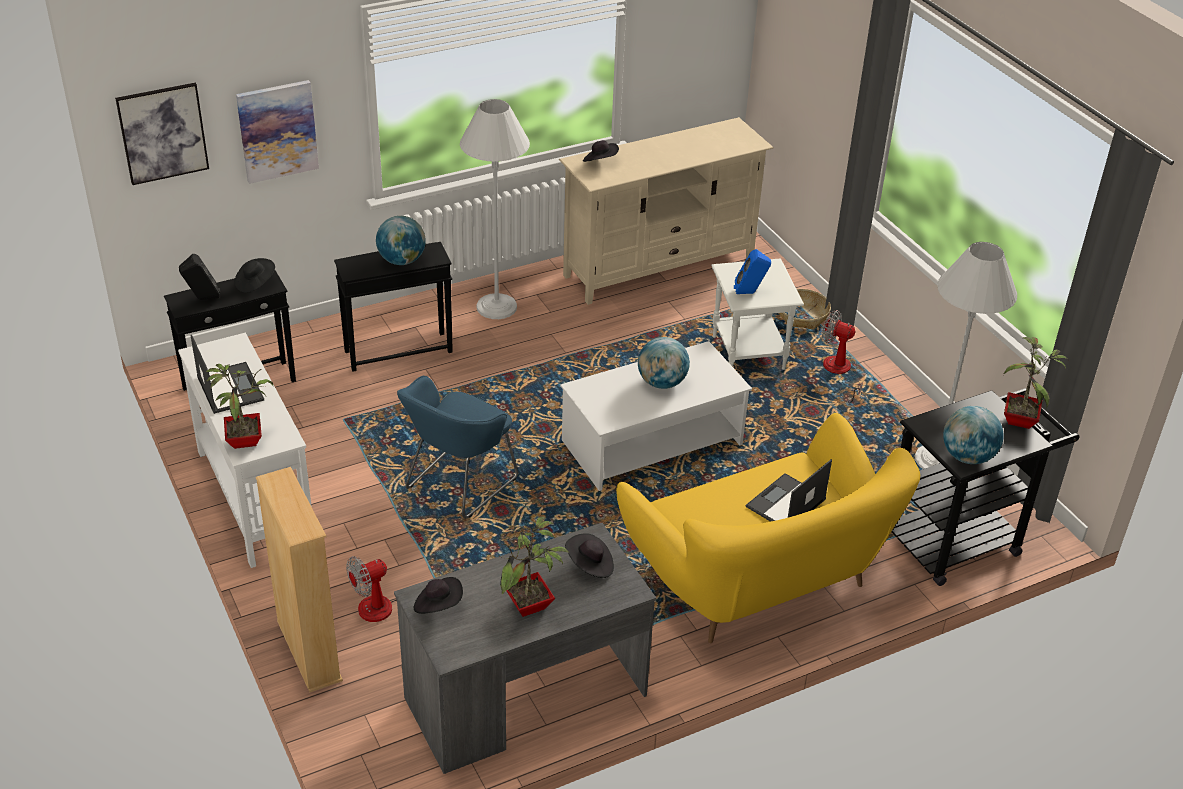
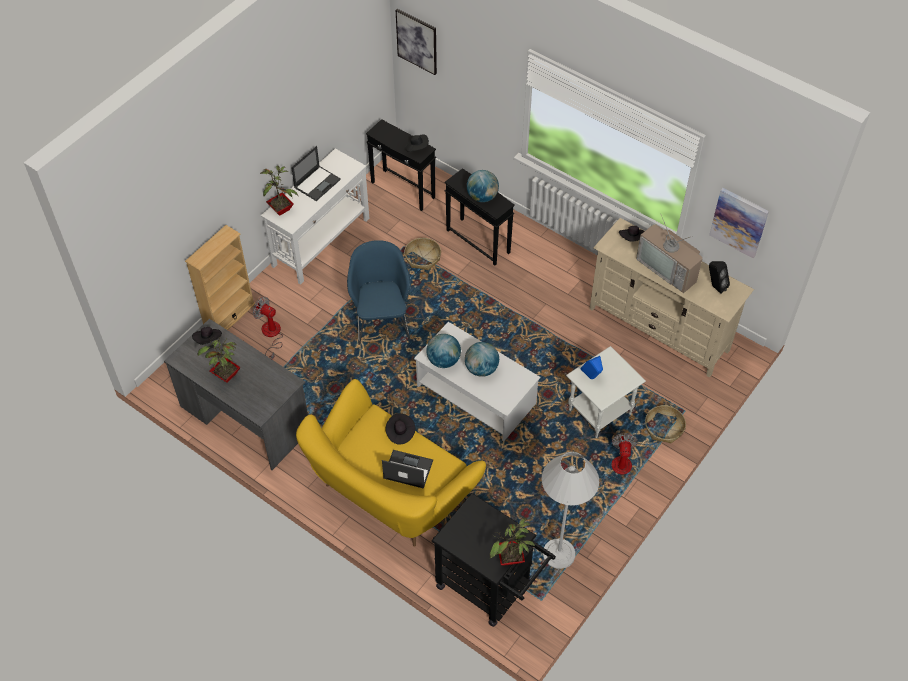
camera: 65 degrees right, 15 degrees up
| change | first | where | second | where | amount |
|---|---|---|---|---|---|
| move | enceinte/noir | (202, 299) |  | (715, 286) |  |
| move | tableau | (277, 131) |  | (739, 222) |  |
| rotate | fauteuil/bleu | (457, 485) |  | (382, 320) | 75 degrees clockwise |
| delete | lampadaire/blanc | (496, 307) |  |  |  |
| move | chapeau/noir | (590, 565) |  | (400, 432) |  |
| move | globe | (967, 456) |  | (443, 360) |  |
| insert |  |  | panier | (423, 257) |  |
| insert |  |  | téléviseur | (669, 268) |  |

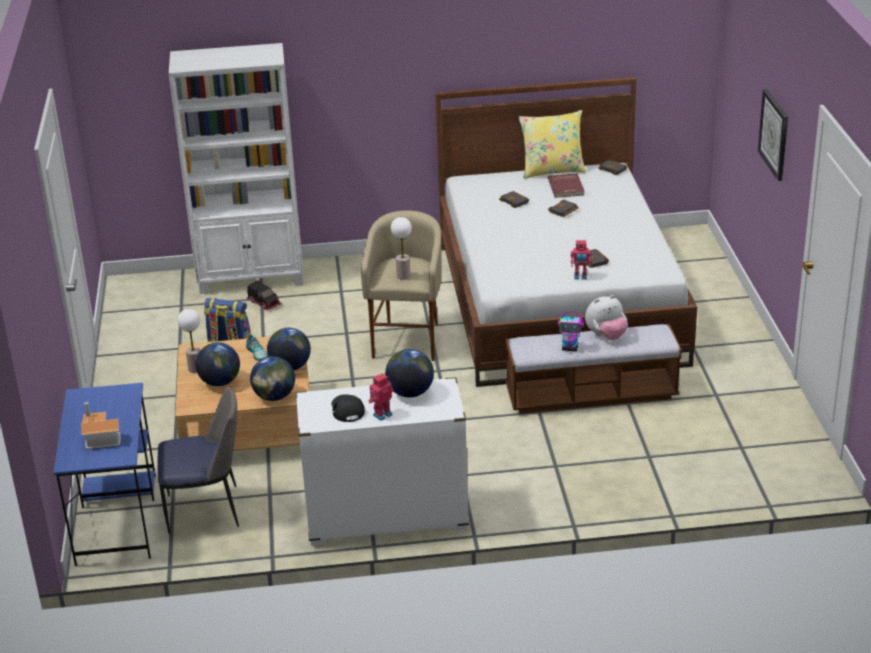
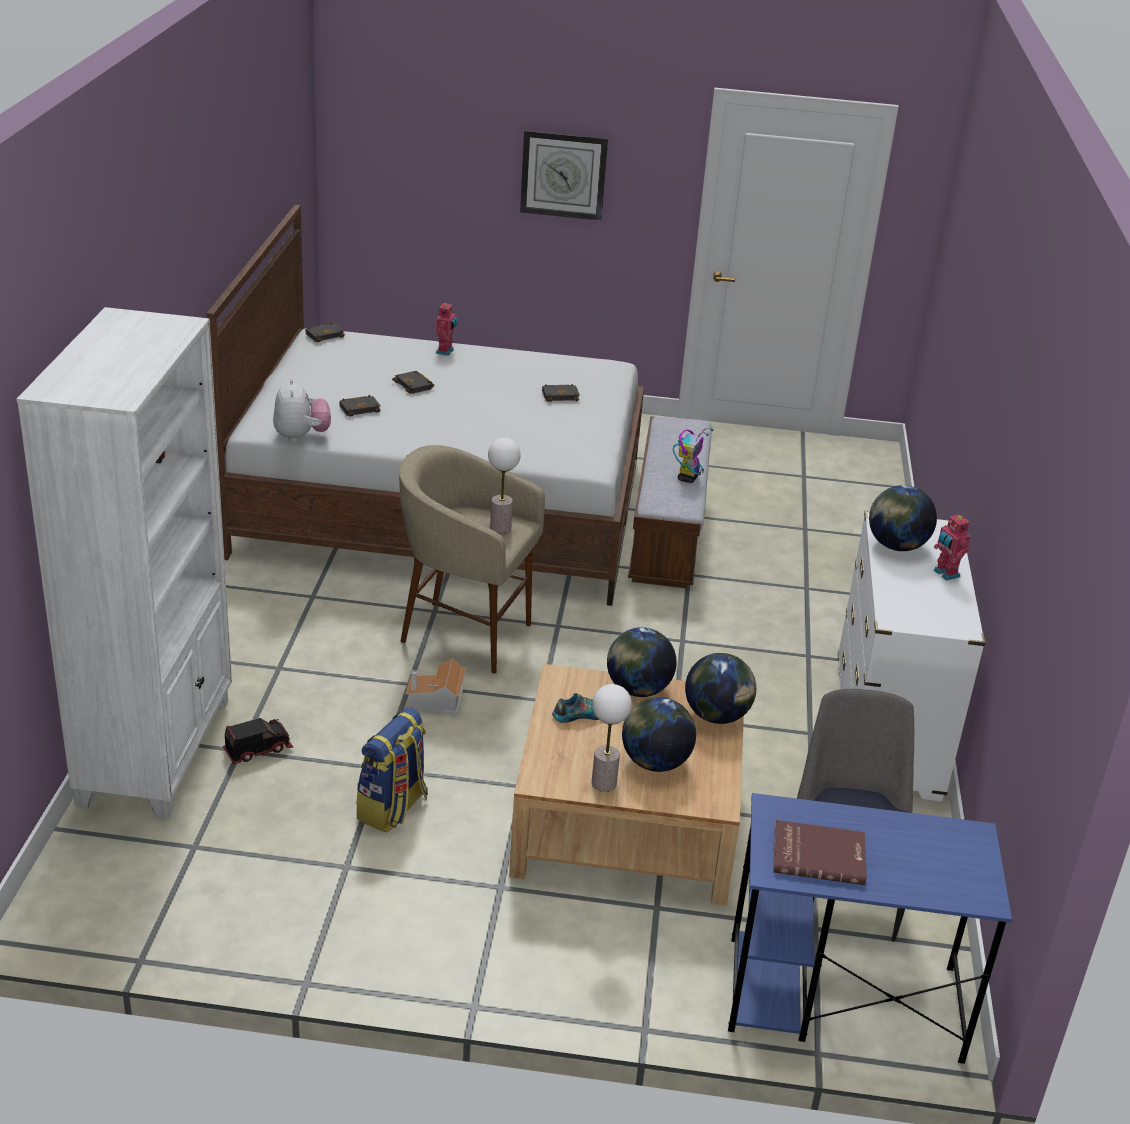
camera: 80 degrees left, 0 degrees up
| change | first | where | second | where | amount |
|---|---|---|---|---|---|
| move | maison miniature | (100, 437) |  | (437, 700) |  |
| delete | casquette/noir | (347, 409) |  |  |  |
| delete | coussin/jaune | (552, 171) |  |  |  |
| move | livre/rouge | (566, 187) |  | (818, 855) |  |
| move | robot jouet | (580, 277) |  | (446, 351) |  |
| move | peluche | (606, 336) |  | (301, 437) |  |

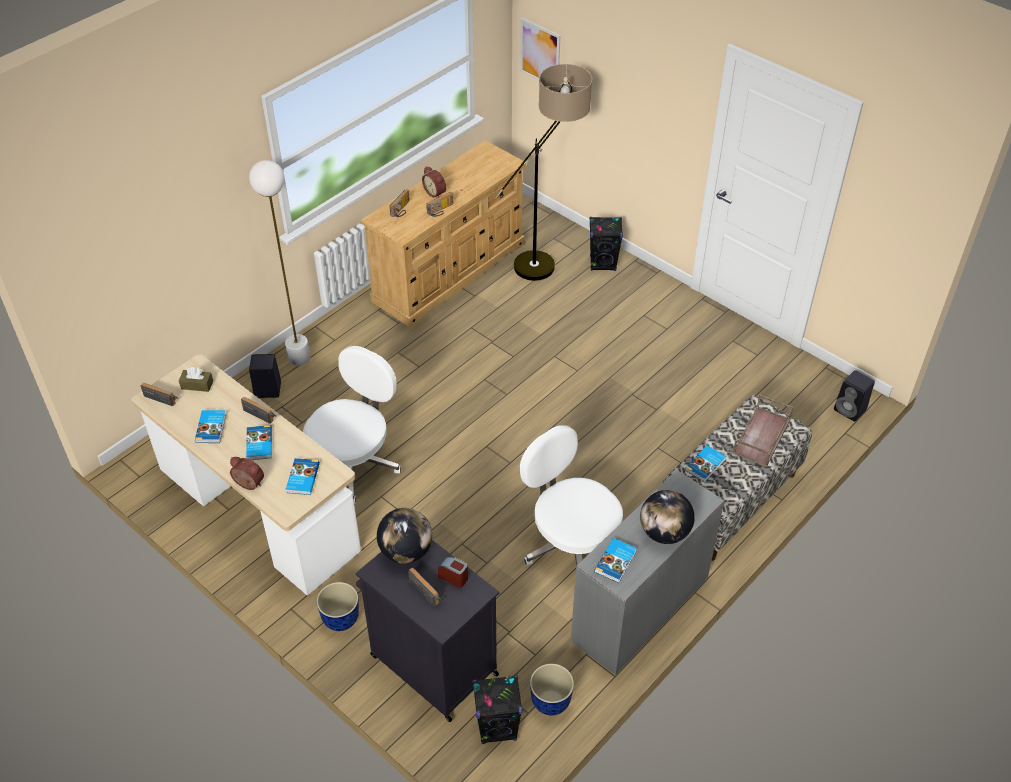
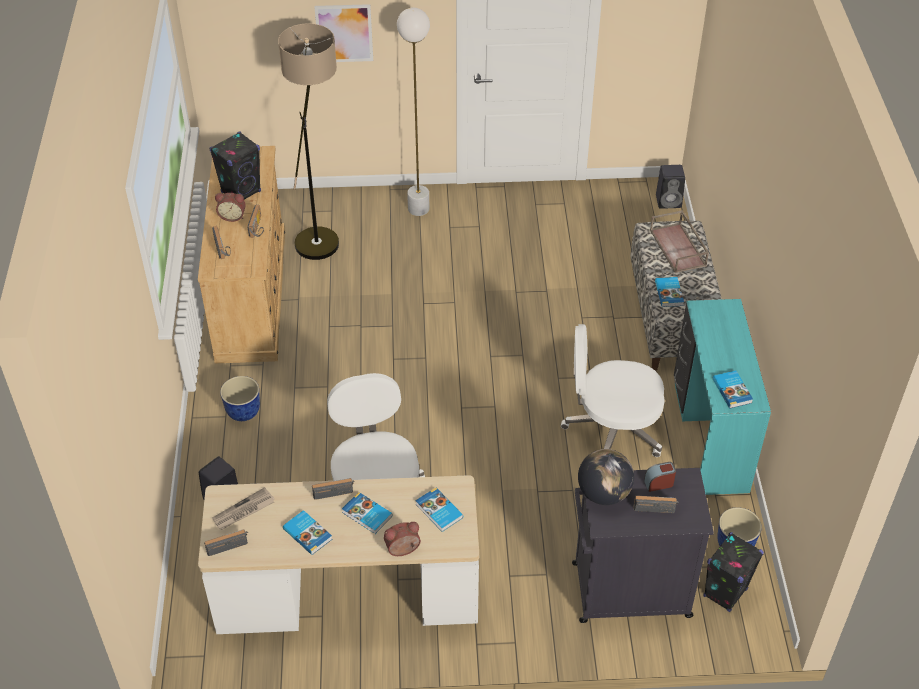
camera: 45 degrees left, 0 degrees up
| change | first | where | second | where | amount |
|---|---|---|---|---|---|
| replace | boîte à mouchoirs/marron | (197, 385) | journal | (243, 511) |  |
| move | lampadaire/blanc | (299, 358) |  | (418, 209) |  |
| move | cache-pot | (340, 619) |  | (243, 412) |  |
| move | tableau | (540, 53) |  | (344, 33) |  |
| recolor | bureau/gris | (639, 608) | bureau/turquoise | (708, 437) |  |
| move | enceinte/noir | (603, 263) |  | (241, 192) |  |
| delete | globe | (664, 533) |  |  |  |

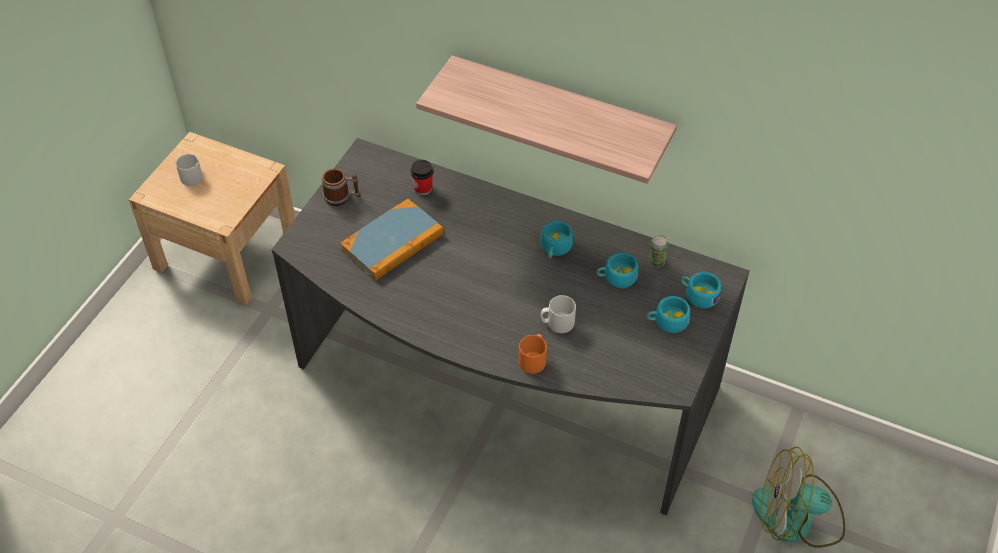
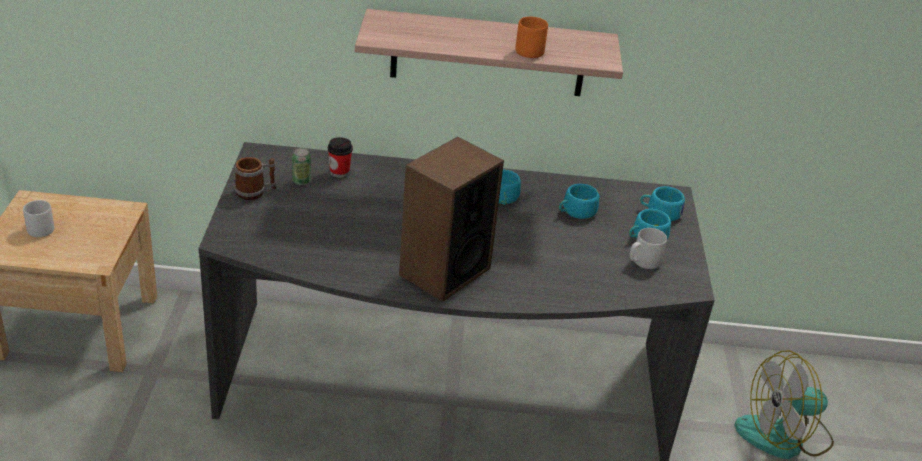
camera: 25 degrees left, 15 degrees down
| change | first | where | second | where | amount |
|---|---|---|---|---|---|
| delete | livre | (392, 242) |  |  |  |
| move | mug/orange | (533, 360) |  | (529, 50) |  |
| move | mug/gris | (557, 323) |  | (643, 261) |  |
| move | boîte métallique | (656, 262) |  | (301, 181) |  |
| insert |  |  | enceinte | (444, 271) |  |

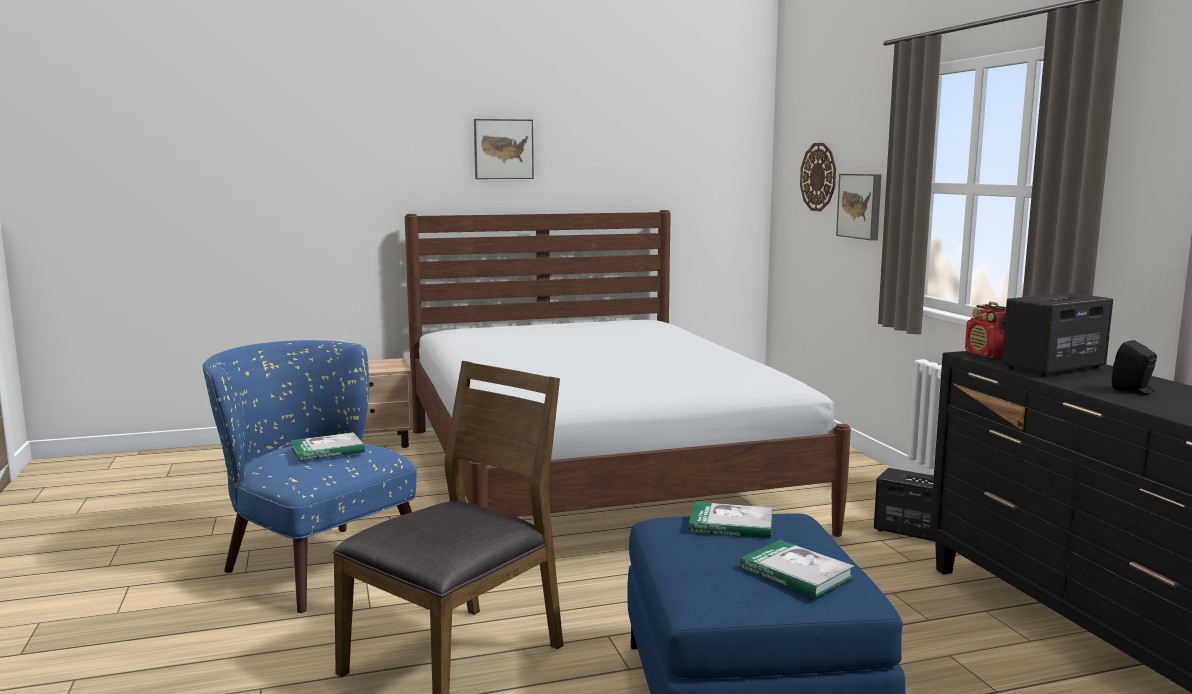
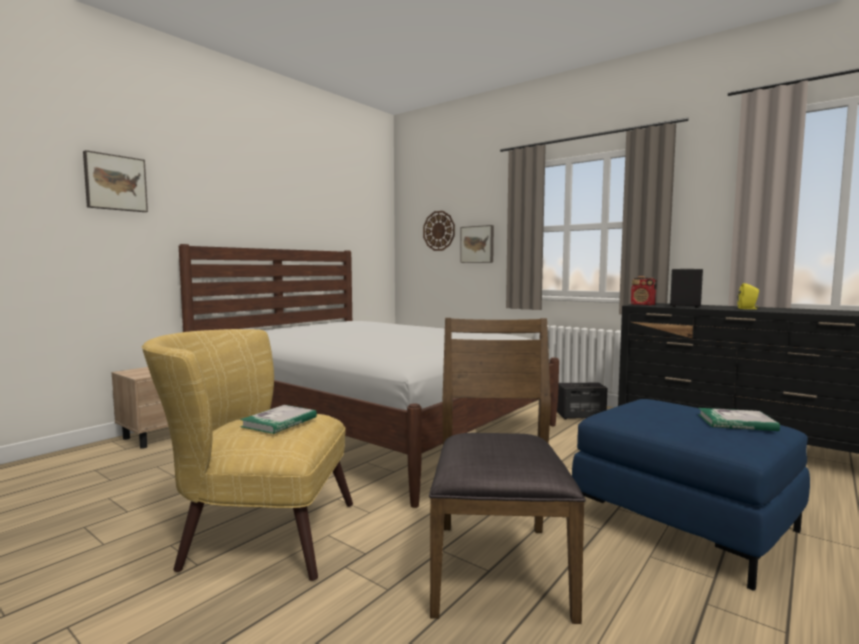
camera: 35 degrees left, 5 degrees down
| change | first | where | second | where | amount |
|---|---|---|---|---|---|
| recolor | fauteuil/bleu | (314, 561) | fauteuil/jaune | (254, 534) |  |
| move | tableau | (503, 149) |  | (115, 183) |  |
| delete | livre | (731, 524) |  |  |  |
| recolor | enceinte/noir | (1134, 391) | enceinte/jaune | (748, 308) |  |

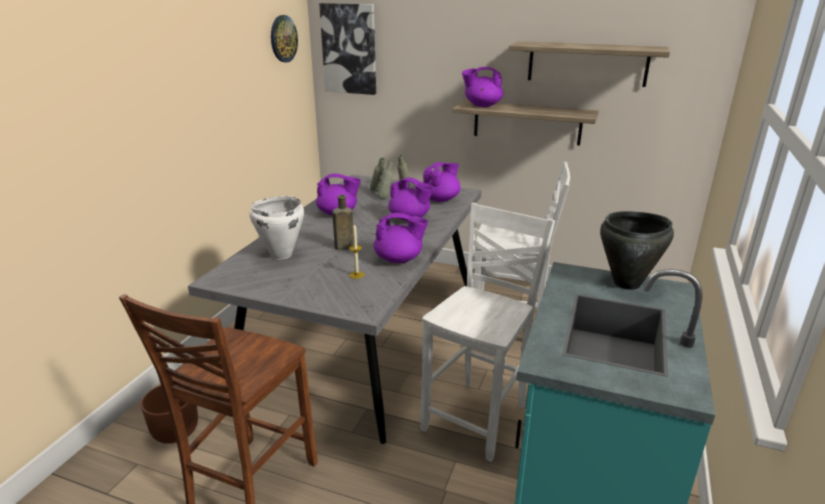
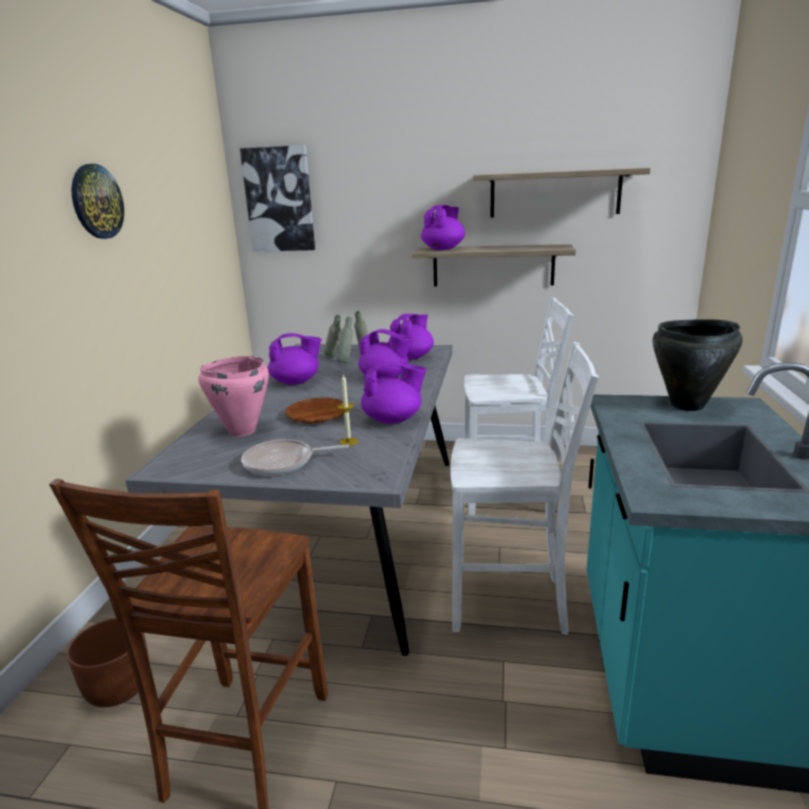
camera: 10 degrees left, 5 degrees down
| change | first | where | second | where | amount |
|---|---|---|---|---|---|
| recolor | marmite/blanc | (281, 255) | marmite/rose | (241, 431) |  |
| move | horloge murale | (283, 39) |  | (96, 202) |  |
| replace | bouteille/marron | (342, 247) | assiette/marron | (317, 415) |  |
| rotate | chaise/blanc | (478, 417) |  | (511, 603) | 75 degrees clockwise |
| rotate | théière/violet | (482, 105) |  | (443, 249) | 135 degrees clockwise |
| insert |  |  | poêle | (282, 462) |  |

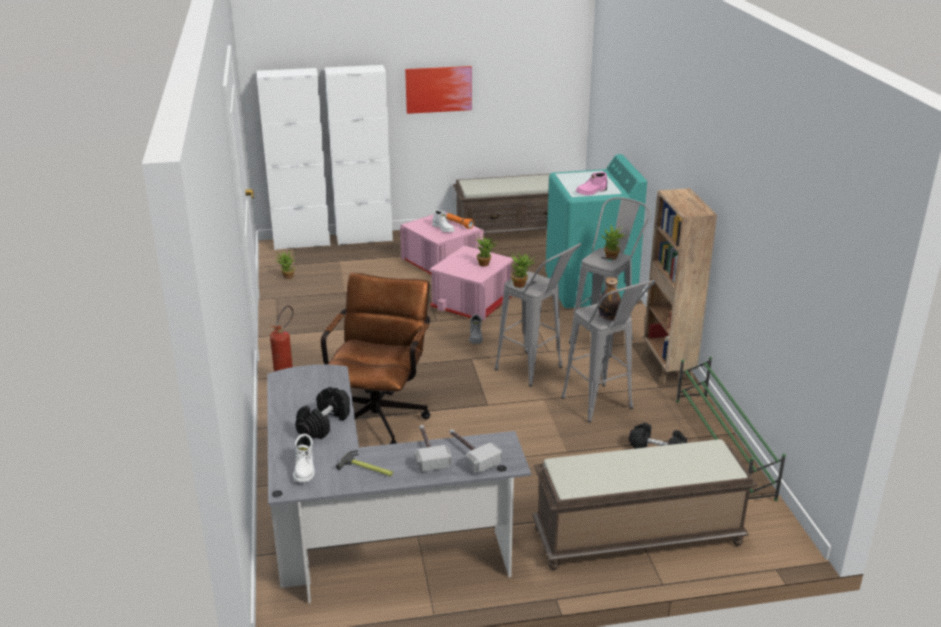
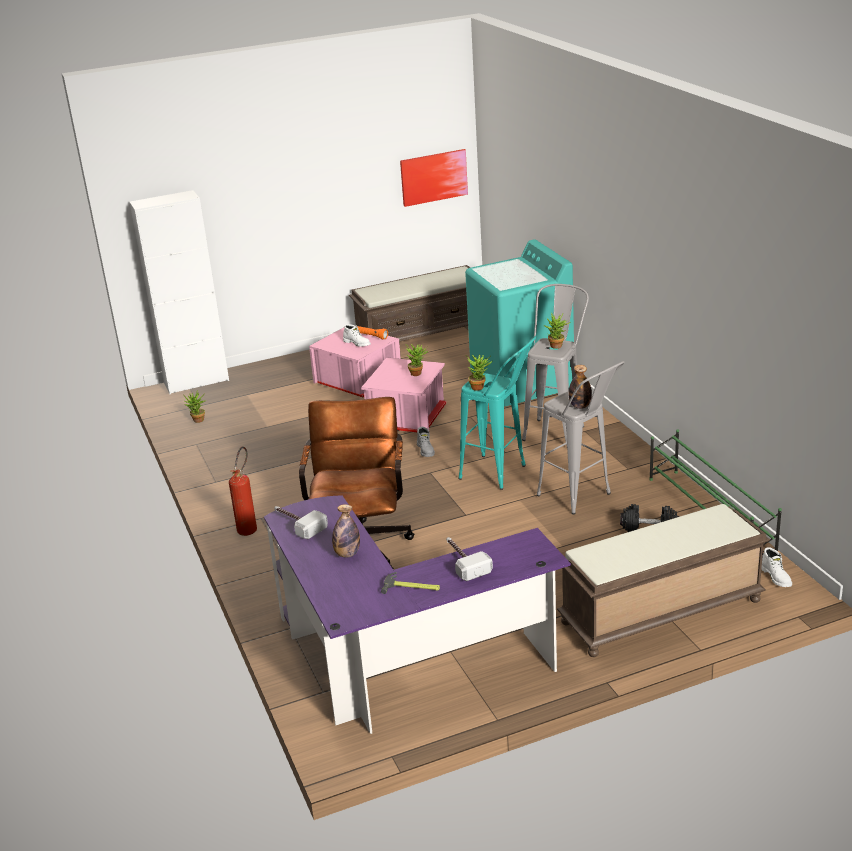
camera: 10 degrees left, 0 degrees up
| change | first | where | second | where | amount |
|---|---|---|---|---|---|
| recolor | bureau/gris | (362, 536) | bureau/violet | (395, 662) |  |
| move | botte/blanc | (305, 469) |  | (776, 577) |  |
| replace | haltère/noir | (323, 424) | bouteille | (347, 554) |  |
| delete | meuble de rangement/blanc | (364, 238) |  |  |  |
| move | tableau | (438, 89) |  | (433, 177) |  |
| move | marteau | (470, 453) |  | (297, 524) |  |
| recolor | tabouret/gris | (536, 372) | tabouret/turquoise | (501, 475) |  |
| delete | botte/rose | (591, 192) |  |  |  |
| delete | bibliothèque/marron | (667, 368) |  |  |  |

